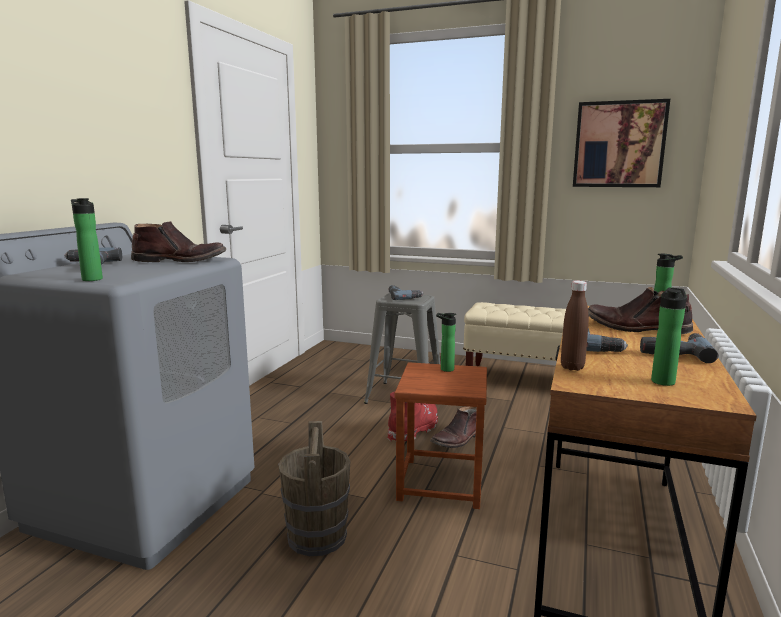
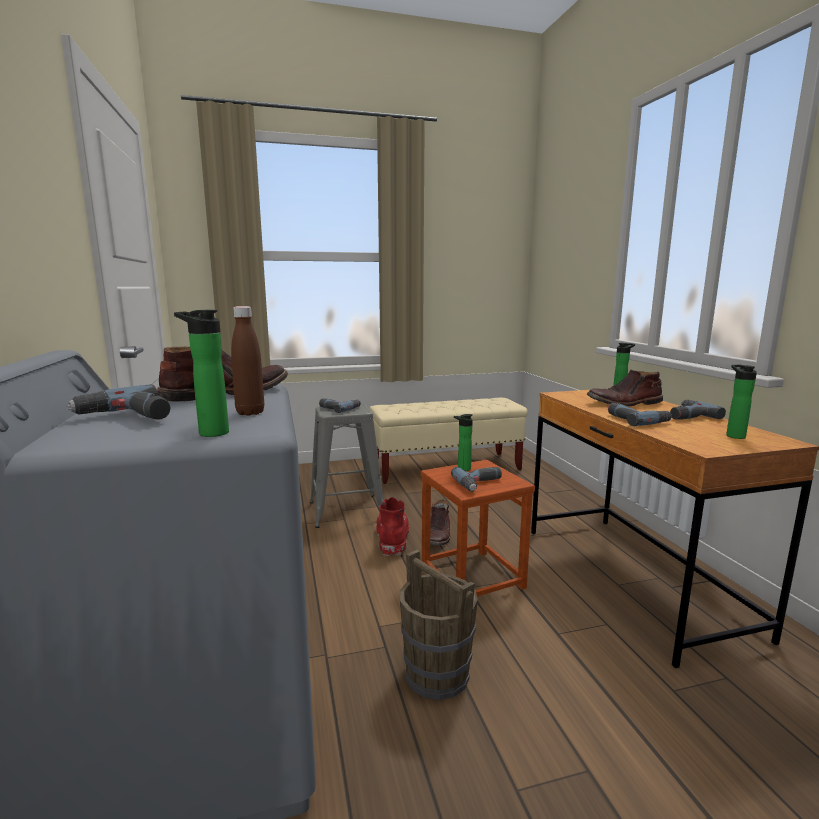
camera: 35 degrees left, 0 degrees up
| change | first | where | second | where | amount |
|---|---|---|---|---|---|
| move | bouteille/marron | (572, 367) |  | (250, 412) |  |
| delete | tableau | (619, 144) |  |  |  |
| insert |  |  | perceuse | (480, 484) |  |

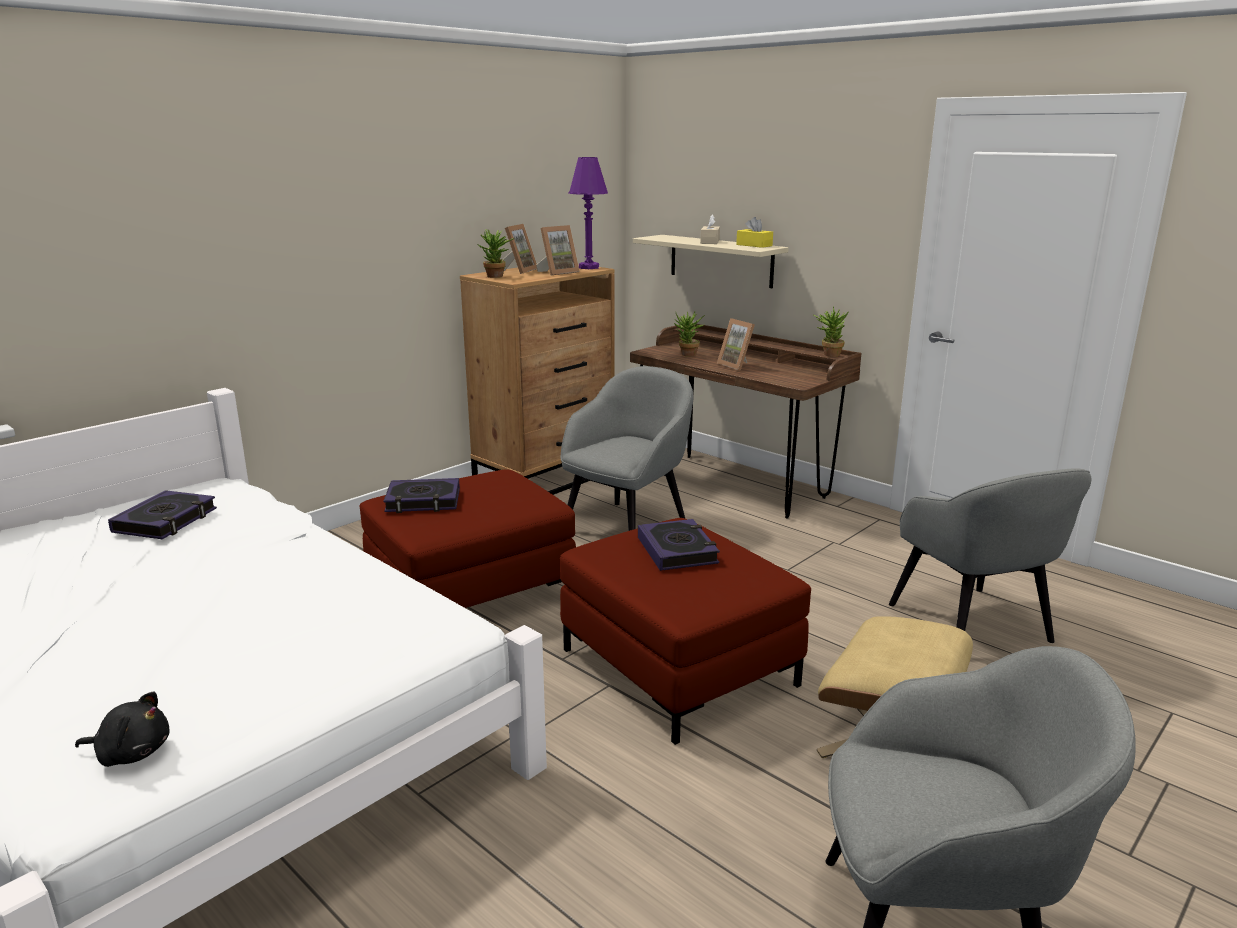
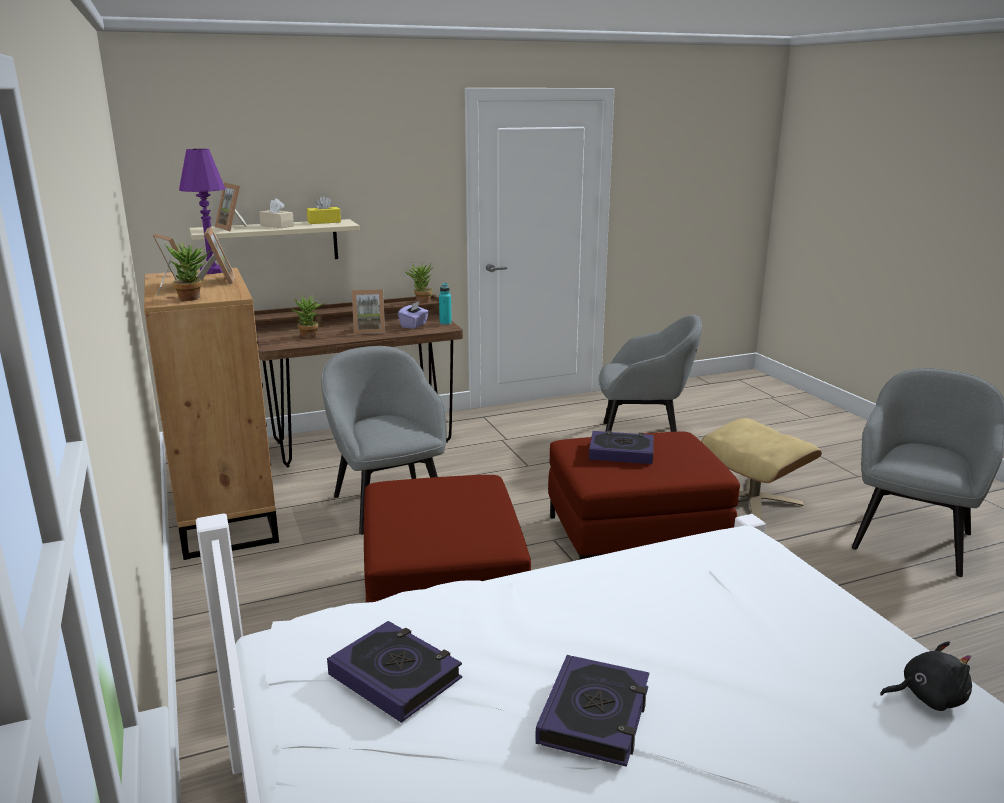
camera: 65 degrees left, 0 degrees up
| change | first | where | second | where | amount |
|---|---|---|---|---|---|
| rotate | peluche/noir | (131, 753) |  | (927, 697) | 60 degrees clockwise |
| move | livre | (423, 501) |  | (595, 716) |  |
| insert |  |  | cadre photo | (234, 228) |  |
| insert |  |  | boîte à mouchoirs/violet | (414, 325) |  |
| insert |  |  | bouteille/turquoise | (445, 323) |  |

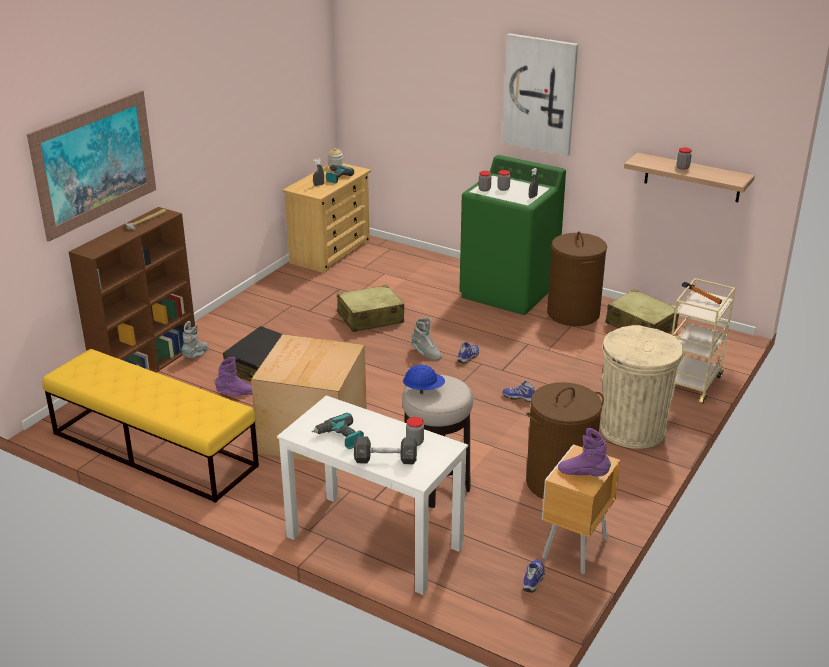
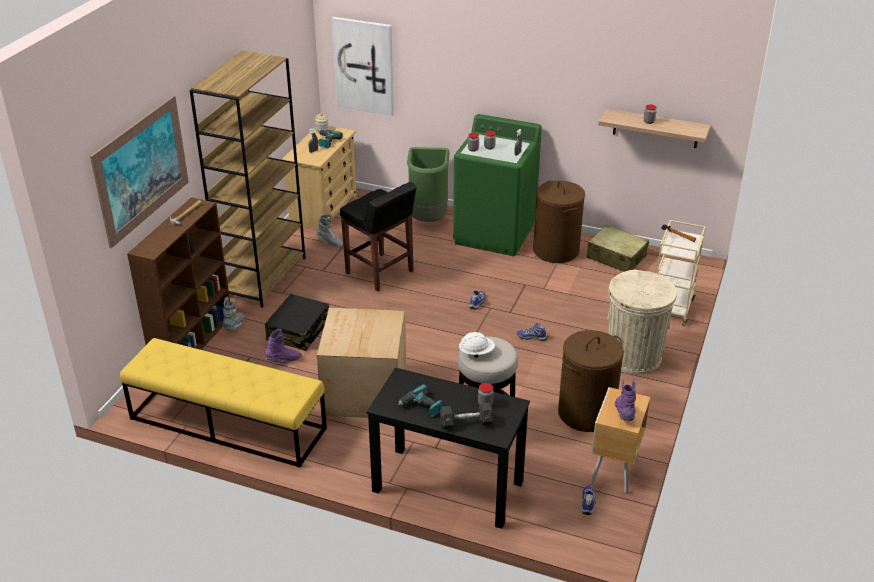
camera: 10 degrees left, 5 degrees up
| change | first | where | second | where | amount |
|---|---|---|---|---|---|
| recolor | bureau/blanc | (373, 541) | bureau/noir | (447, 486) |  |
| replace | valise/beige | (370, 318) | tabouret/noir | (380, 273) |  |
| recolor | casque de chantier/bleu | (423, 390) | casque de chantier/blanc | (476, 352) |  |
| move | botte/gris | (426, 353) |  | (329, 242) |  |
| move | tableau | (540, 94) |  | (364, 66) |  |
| rotate | botte/violet | (583, 474) |  | (624, 413) | 75 degrees clockwise |
| insert |  |  | bibliothèque/marron | (263, 276) |  |
| insert |  |  | poubelle/vert | (428, 219) |  |

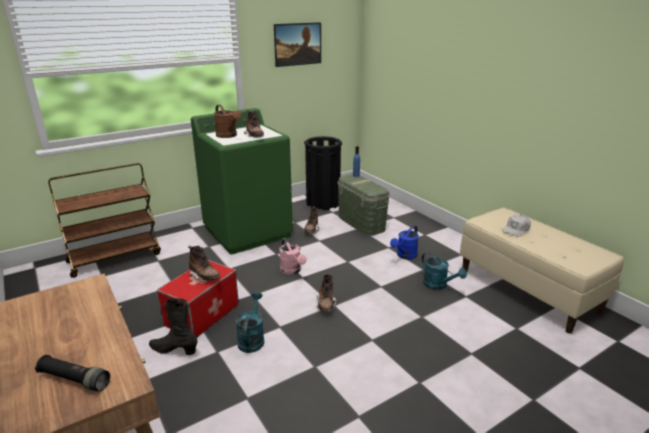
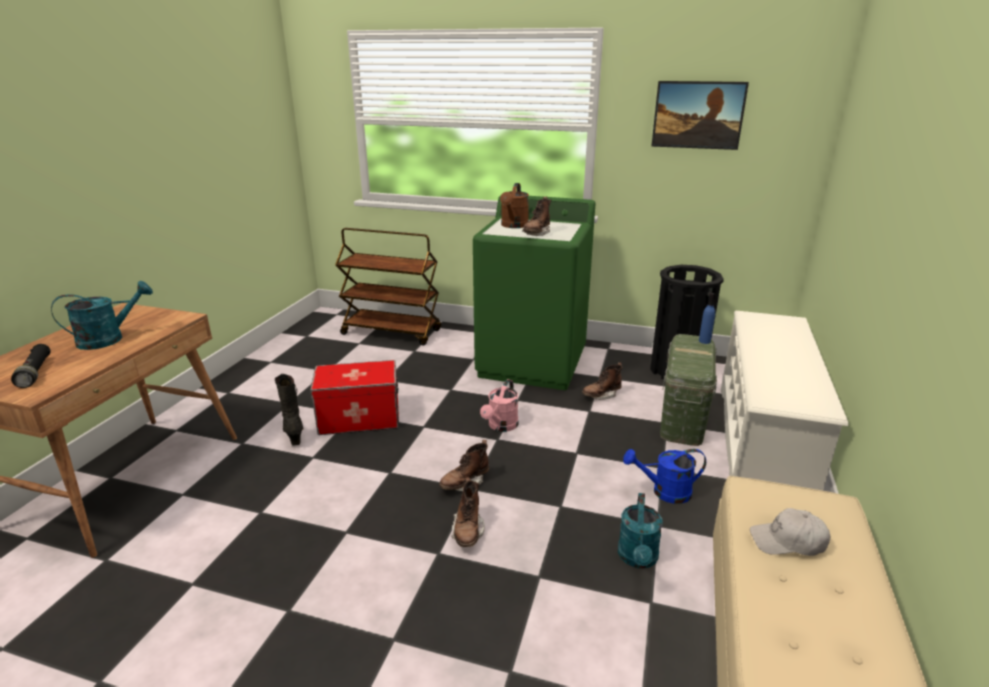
camera: 50 degrees right, 0 degrees up
| change | first | where | second | where | amount |
|---|---|---|---|---|---|
| move | botte/marron | (205, 277) |  | (468, 531) |  |
| move | arrosoir/turquoise | (252, 339) |  | (109, 339) |  |
| insert |  |  | étagère à chaussures/blanc | (761, 444) |  |

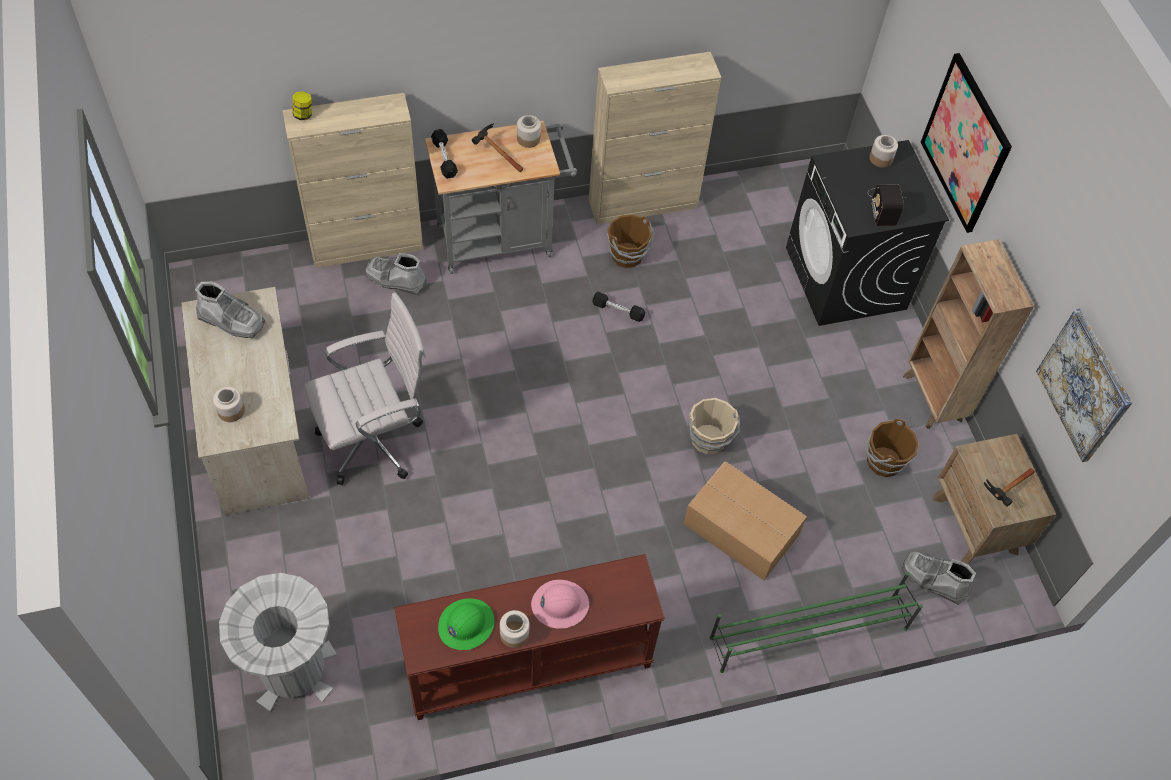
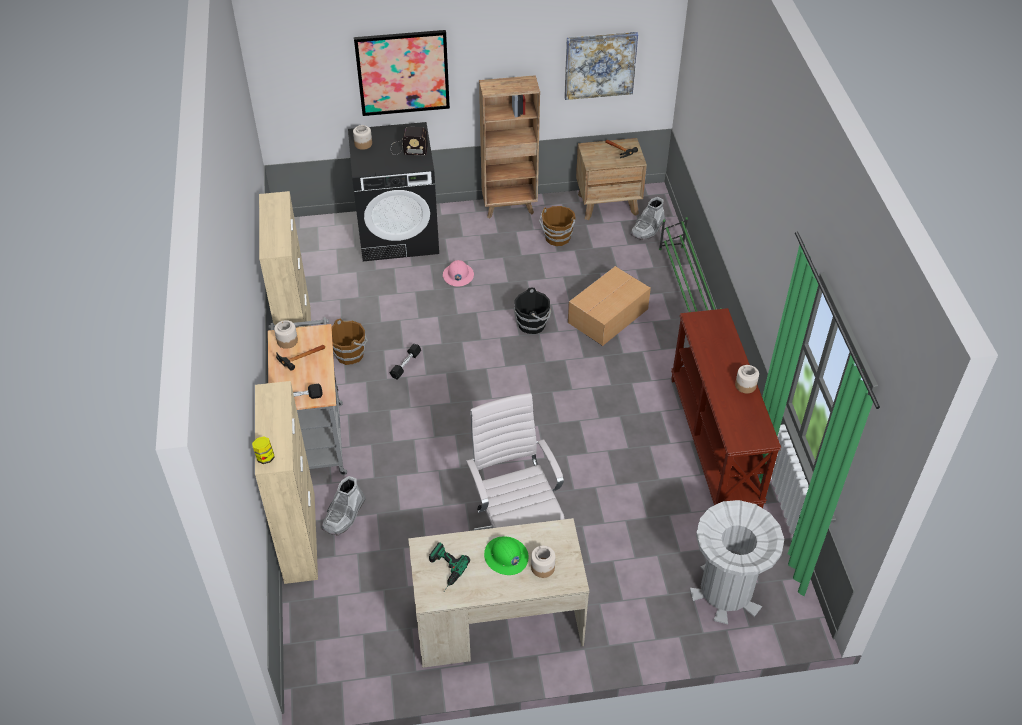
camera: 80 degrees left, 10 degrees down
| change | first | where | second | where | amount |
|---|---|---|---|---|---|
| replace | botte/gris | (232, 321) | perceuse | (443, 570) |  |
| move | casque de chantier/vert | (466, 624) |  | (506, 557) |  |
| move | casque de chantier/rose | (560, 604) |  | (458, 275) |  |
| recolor | seau/beige | (709, 440) | seau/noir | (532, 324) |  |

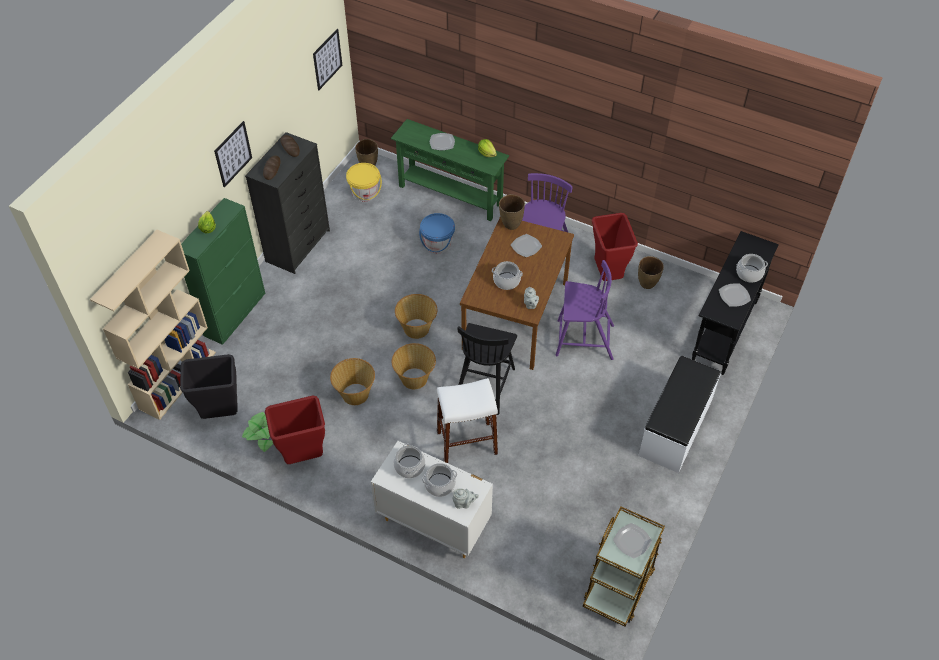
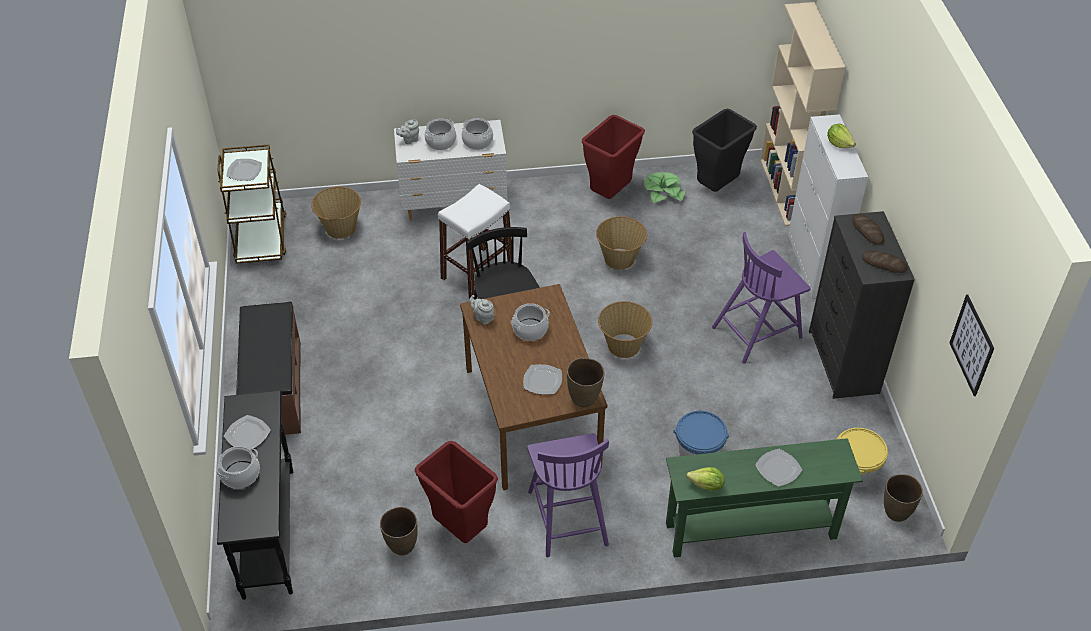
camera: 145 degrees right, 5 degrees down
| change | first | where | second | where | amount |
|---|---|---|---|---|---|
| recolor | meuble de rangement/vert | (235, 314) | meuble de rangement/blanc | (813, 264) |  |
| delete | tableau | (233, 154) |  |  |  |
| move | panier | (414, 379) |  | (340, 228) |  |
| move | chaise/violet | (583, 340) |  | (758, 331) |  |
| recolor | banc/blanc | (676, 428) | banc/marron | (274, 390) |  |

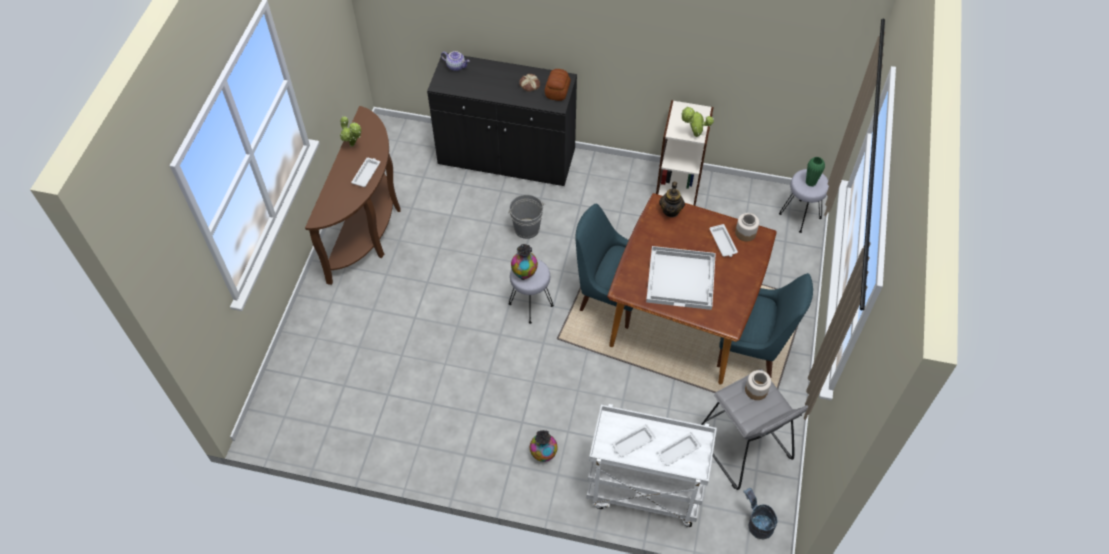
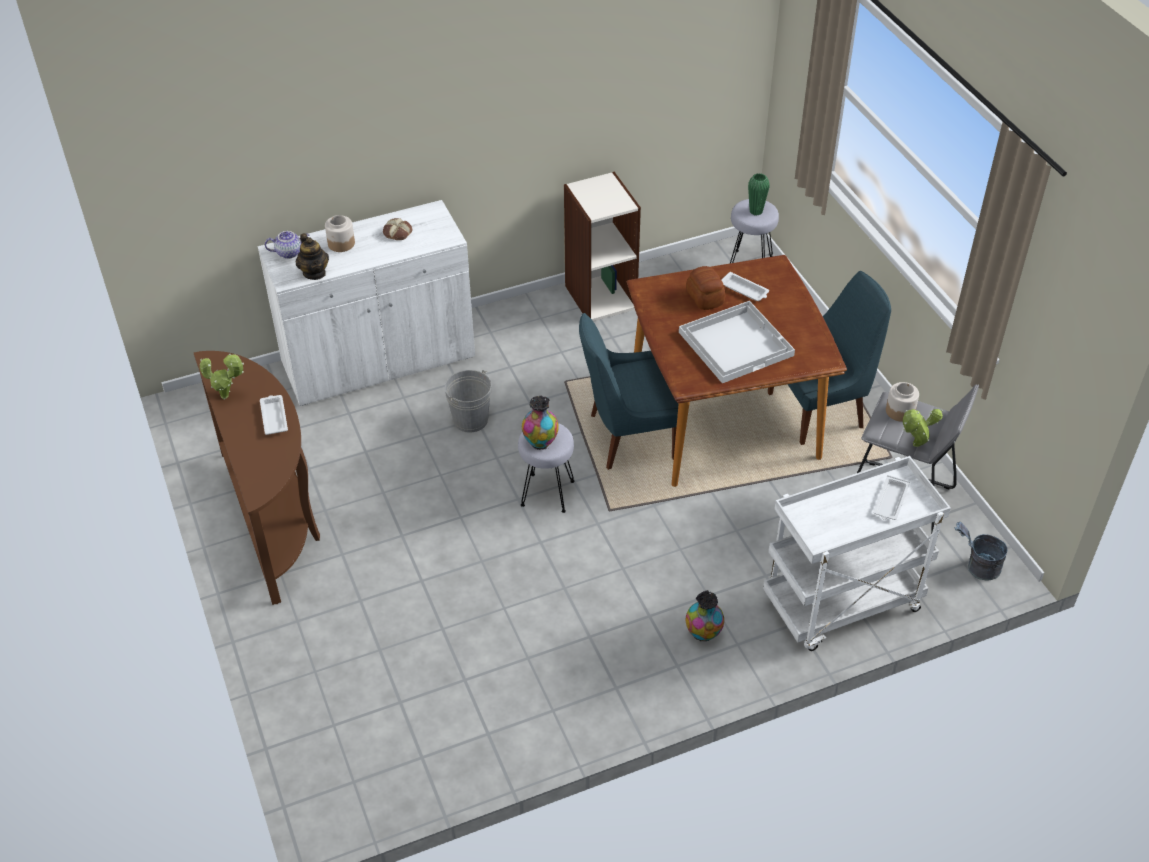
camera: 35 degrees left, 10 degrees down
| change | first | where | second | where | amount |
|---|---|---|---|---|---|
| recolor | meuble de rangement/noir | (506, 157) | meuble de rangement/blanc | (378, 360) |  |
| move | pain | (558, 90) |  | (705, 297) |  |
| delete | plateau/blanc | (632, 442) |  |  |  |
| move | théière | (671, 210) |  | (314, 273) |  |
| move | plante en pot | (694, 135) |  | (914, 445) |  |
| move | bocal | (745, 232) |  | (341, 243) |  |

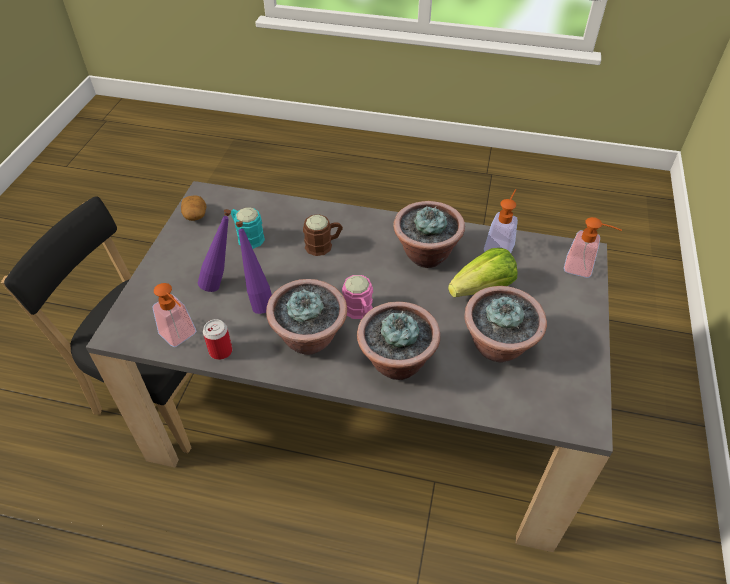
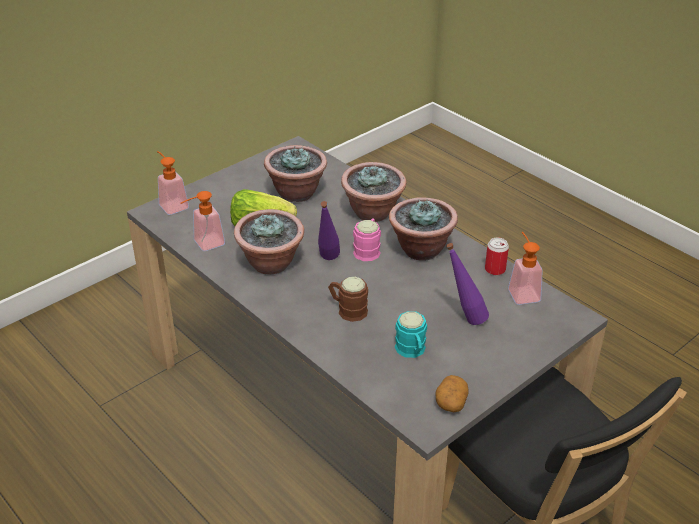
camera: 145 degrees left, 10 degrees down
| change | first | where | second | where | amount |
|---|---|---|---|---|---|
| move | bouteille/violet | (259, 301) |  | (328, 261) |  |

